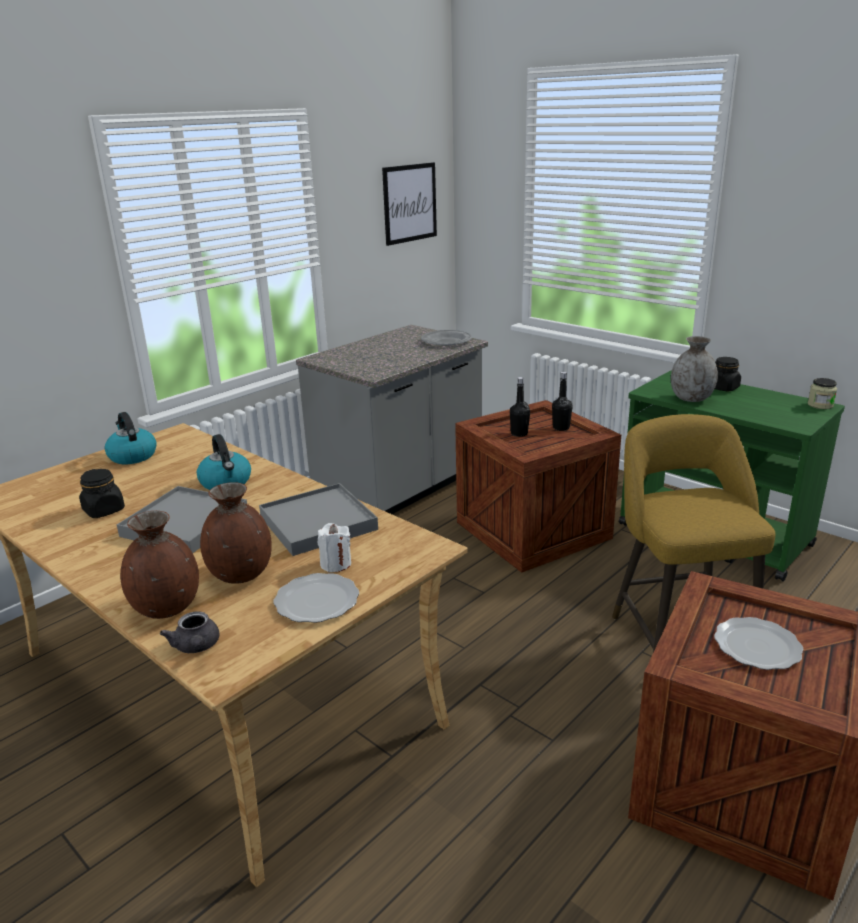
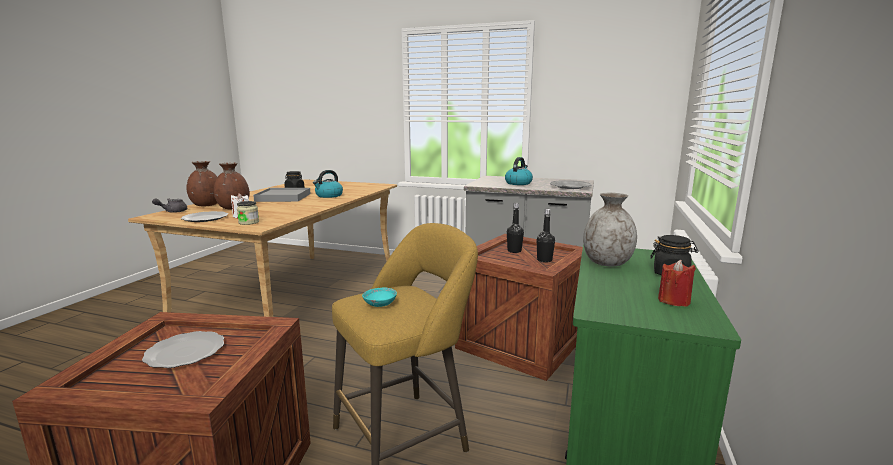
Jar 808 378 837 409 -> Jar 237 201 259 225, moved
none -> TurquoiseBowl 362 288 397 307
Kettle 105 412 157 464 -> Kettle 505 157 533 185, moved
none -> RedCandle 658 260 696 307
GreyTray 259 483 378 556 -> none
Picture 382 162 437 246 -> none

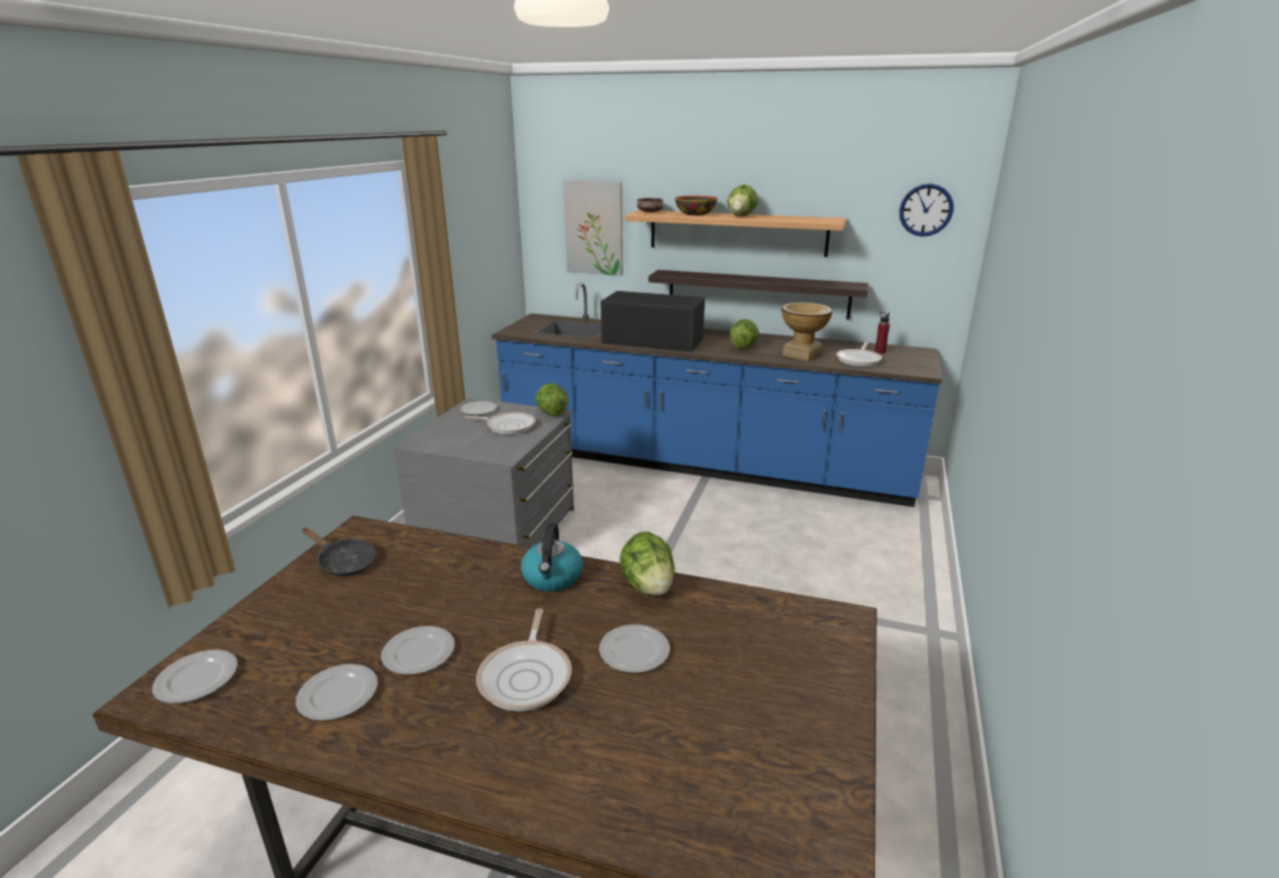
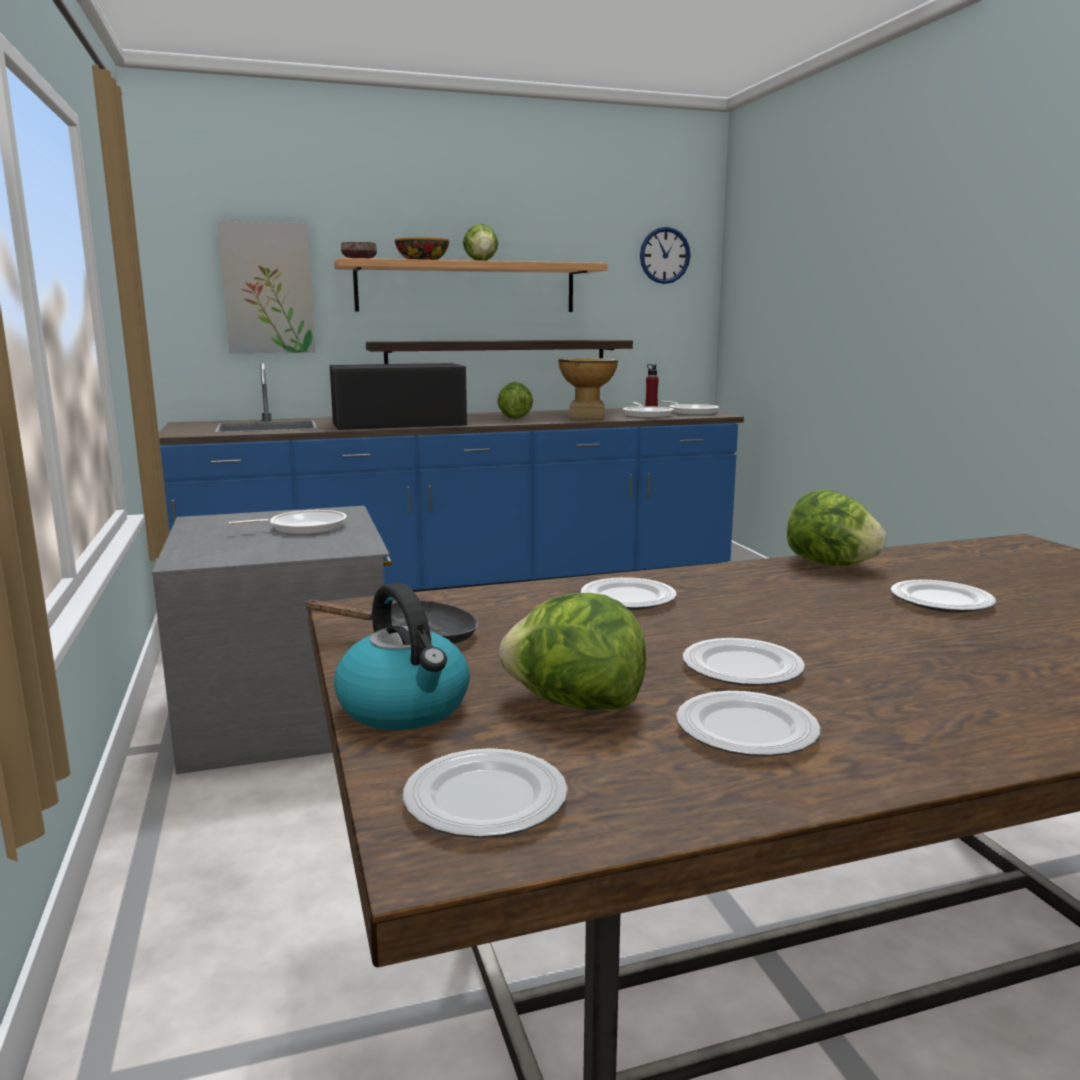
Kettle 521 523 583 592 -> Kettle 334 583 470 730, moved
Lettuce 536 383 568 416 -> Lettuce 499 593 646 710, moved
Plate 460 401 497 415 -> Plate 581 577 677 610, moved
FryingPan 476 608 572 711 -> FryingPan 660 401 719 415, moved

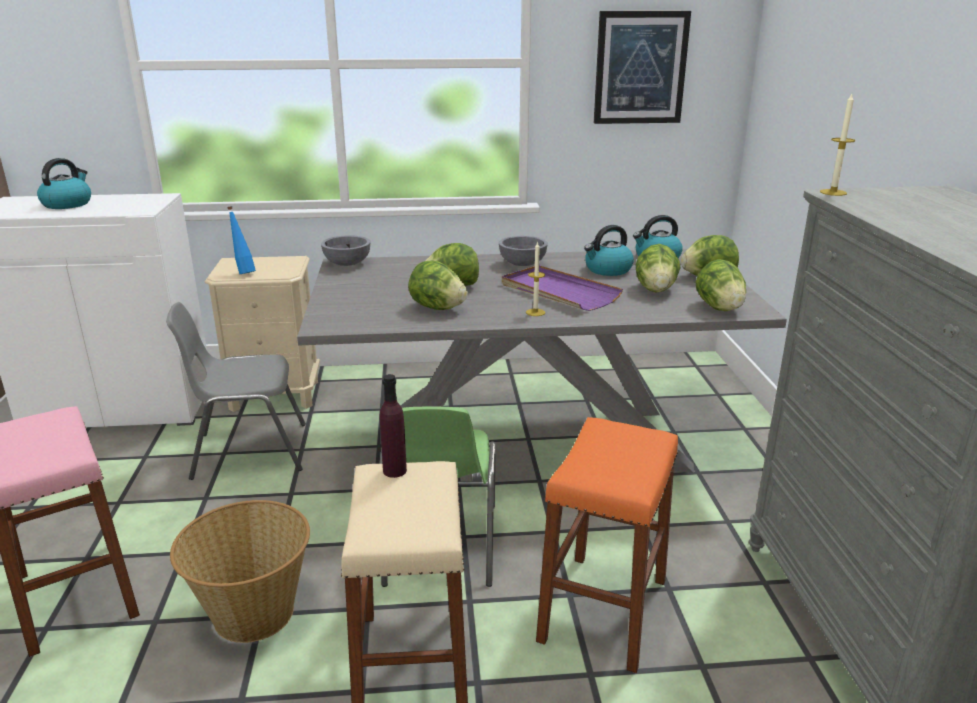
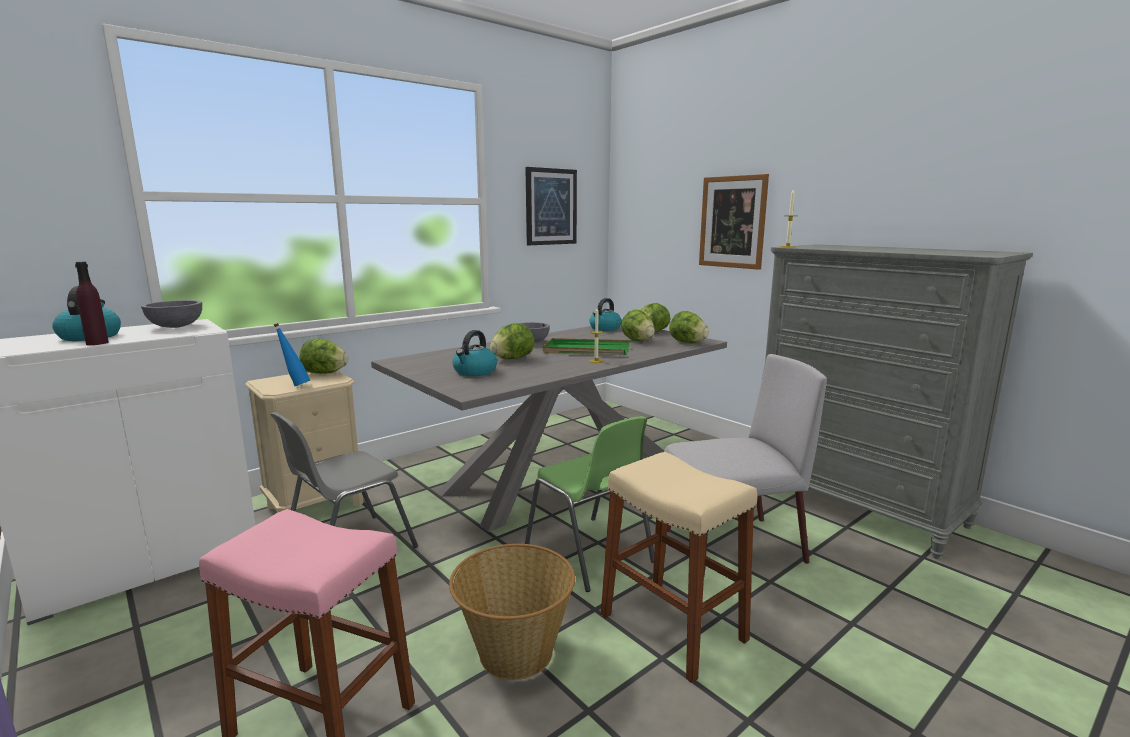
PurpleBottle 380 374 407 478 -> PurpleBottle 75 262 109 345, moved
GreyBowl 321 235 371 266 -> GreyBowl 141 300 202 328, moved
Lettuce 408 261 468 310 -> Lettuce 299 338 348 374, moved
Kettle 584 225 634 276 -> Kettle 452 330 497 376, moved
PurpleTray 502 265 623 311 -> GreenTray 542 338 631 355
OrangeStool 536 417 678 673 -> GreyChair 664 354 827 577
none -> Picture 699 174 769 270

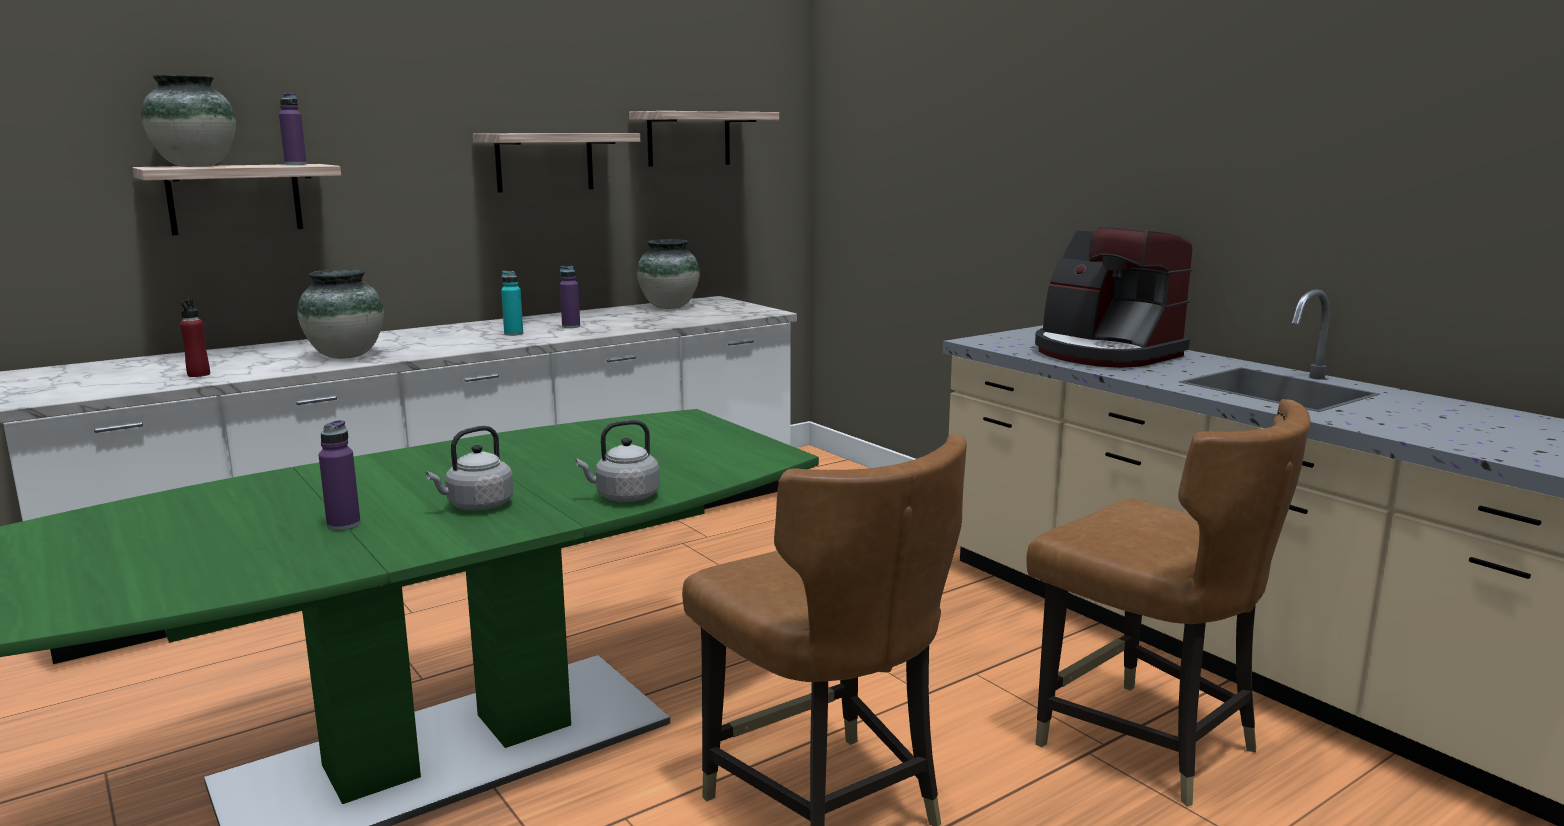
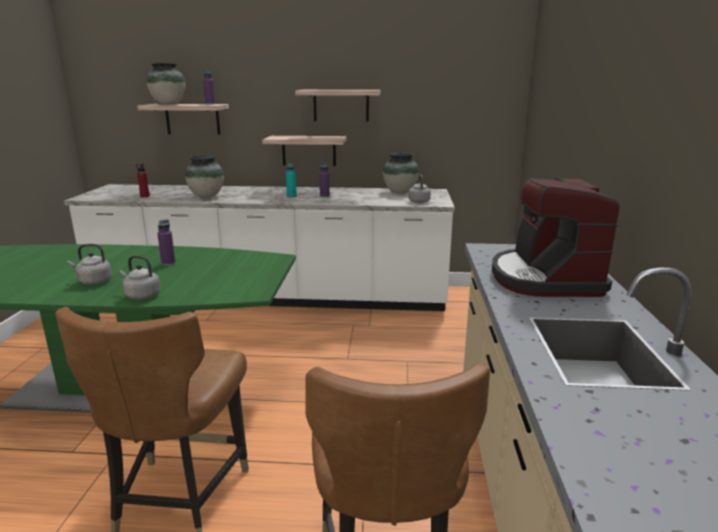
PurpleBottle 319 420 361 530 -> PurpleBottle 157 219 176 266, moved
Shelf 629 111 779 166 -> Shelf 262 136 347 166, moved
none -> GreyKettle 409 174 431 203

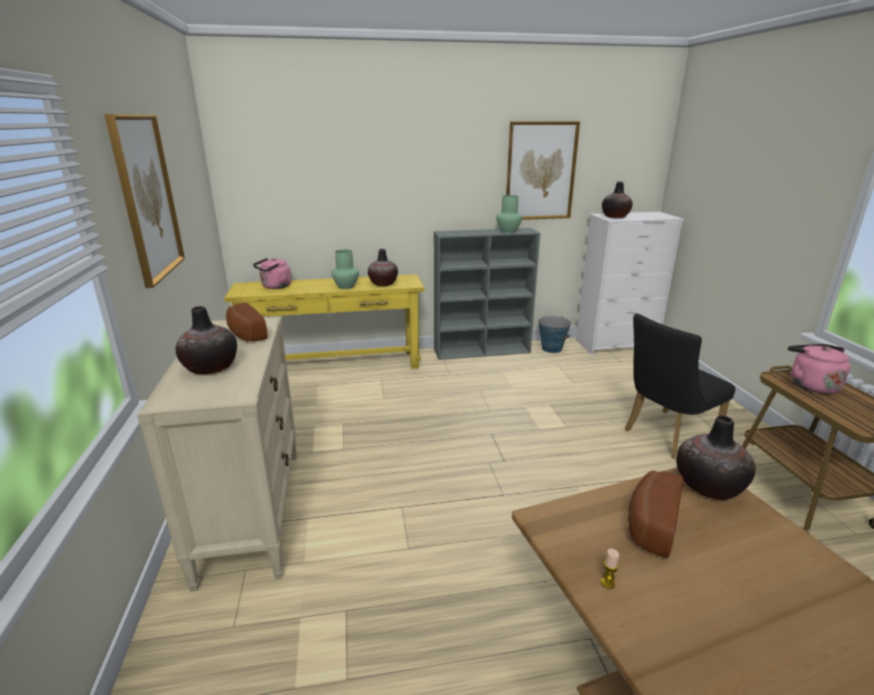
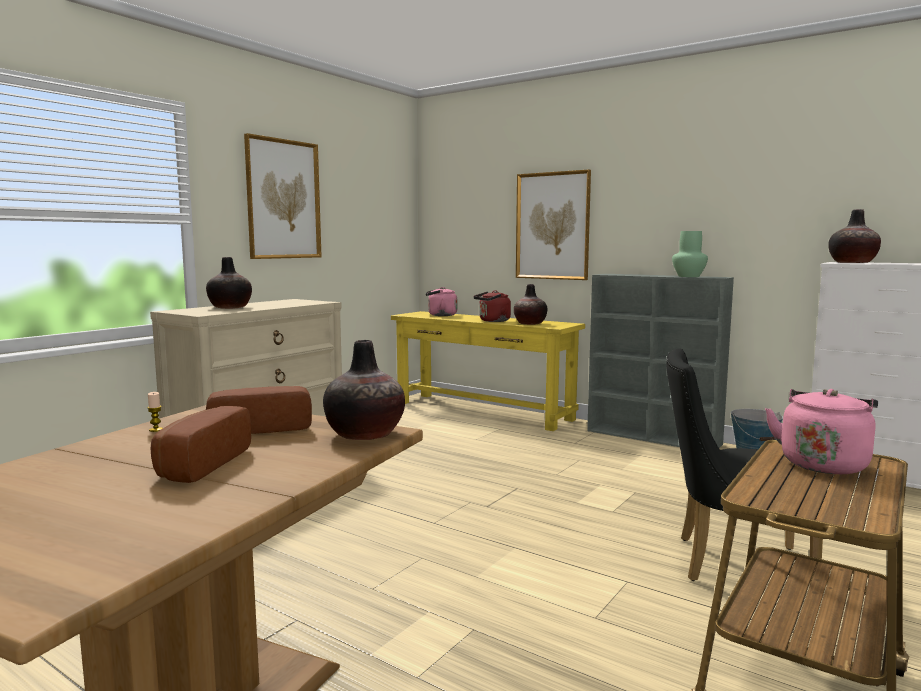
Bread 226 303 268 342 -> Bread 151 406 251 483, moved
GreenVase 331 250 359 289 -> RedKettle 473 290 511 322
Picture 506 121 580 220 -> Picture 516 169 591 280, moved

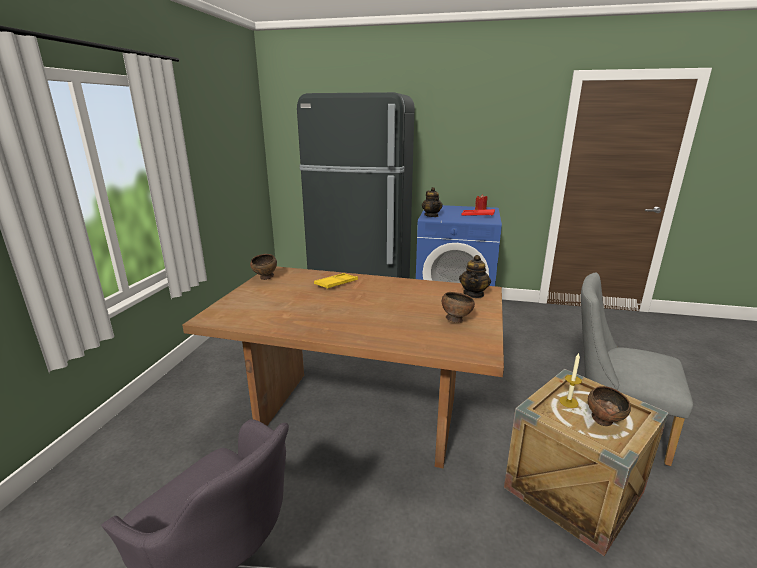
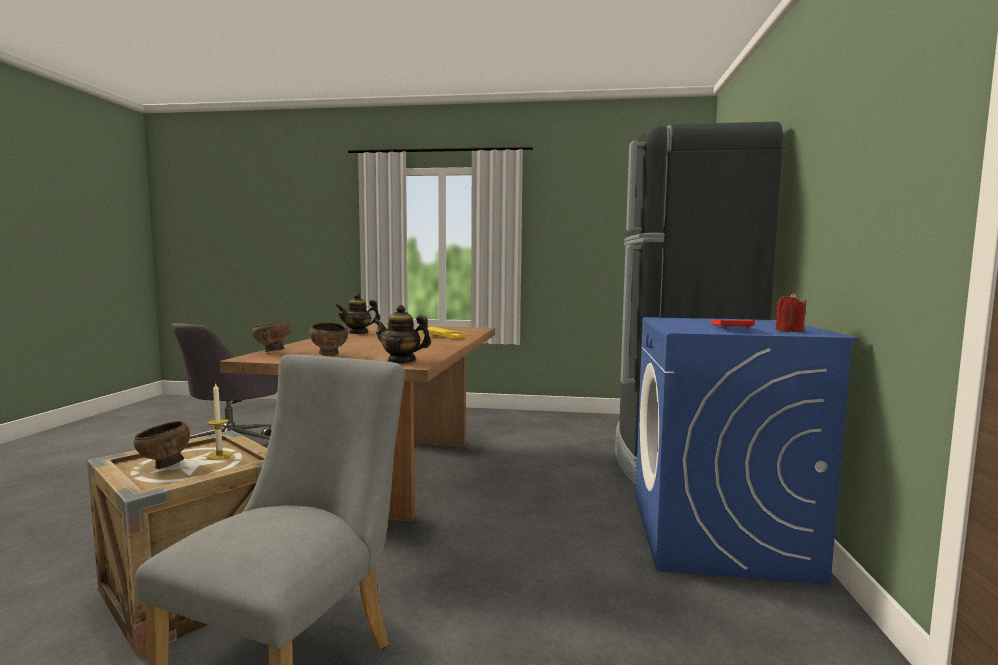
BrownBowl 250 254 277 280 -> BrownBowl 252 321 291 352, moved
Teapot 422 187 443 217 -> Teapot 336 293 380 334, moved

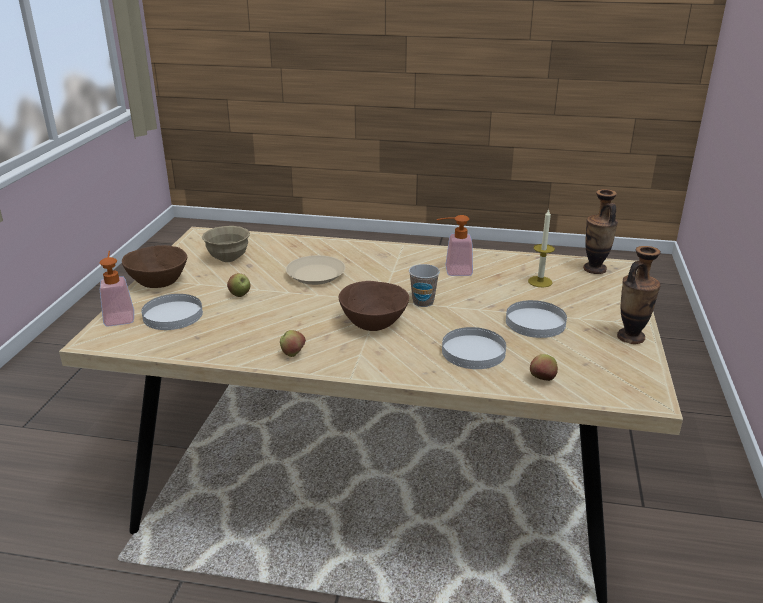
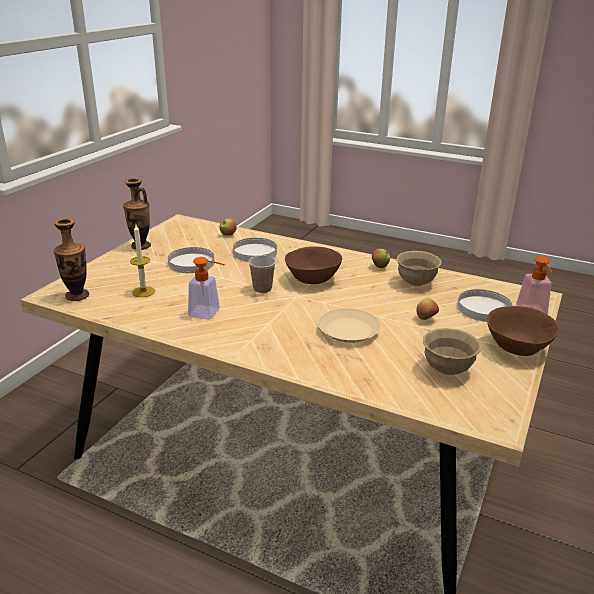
none -> BeigeBowl 396 251 442 286

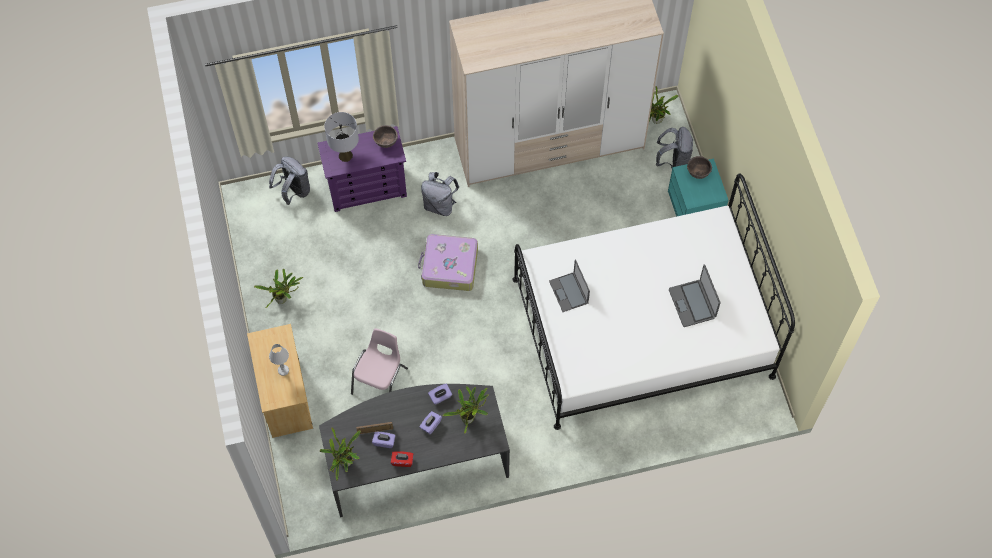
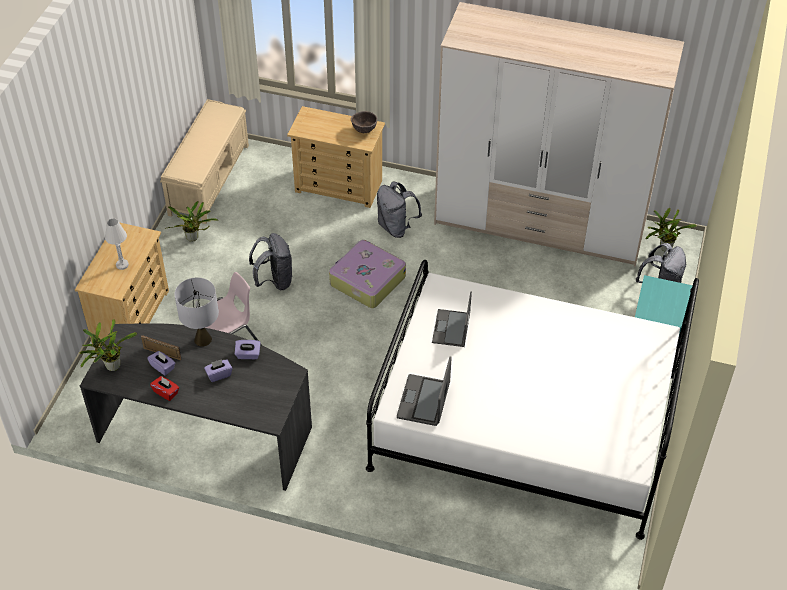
none -> BeigeBench 160 99 249 224
GreyTableLamp 324 112 359 162 -> GreyTableLamp 175 277 219 347, moved
GreyBackpack 269 156 310 205 -> GreyBackpack 249 233 293 290, moved
PurpleDresser 318 126 407 212 -> BeigeDresser 287 106 385 208
Laptop 669 265 720 327 -> Laptop 397 356 452 426, moved
PottedPlant 443 386 489 433 -> none
BrownBowl 687 156 712 179 -> none

